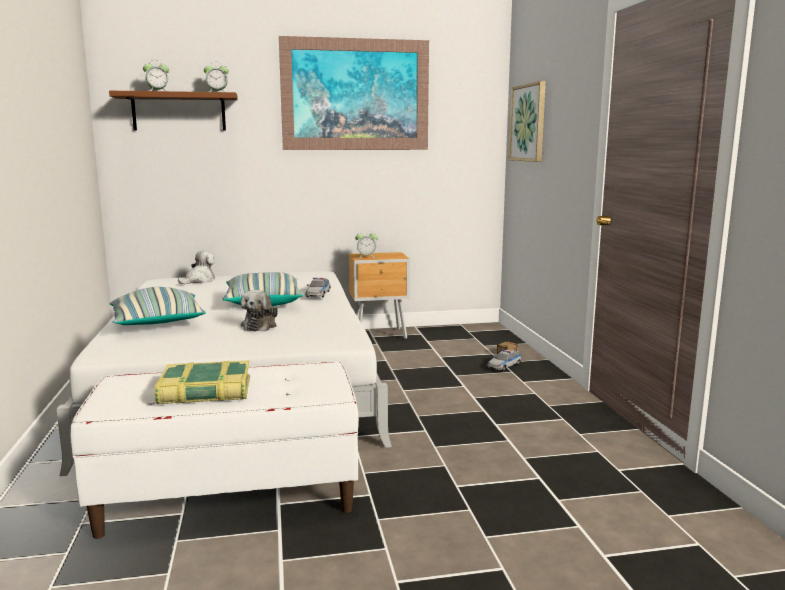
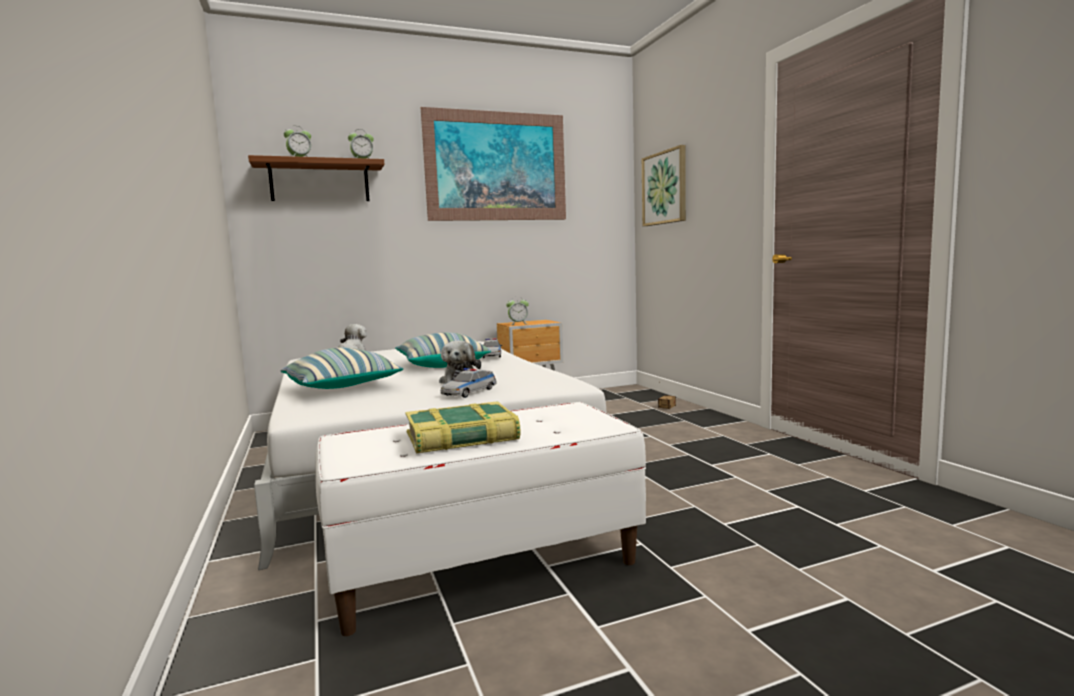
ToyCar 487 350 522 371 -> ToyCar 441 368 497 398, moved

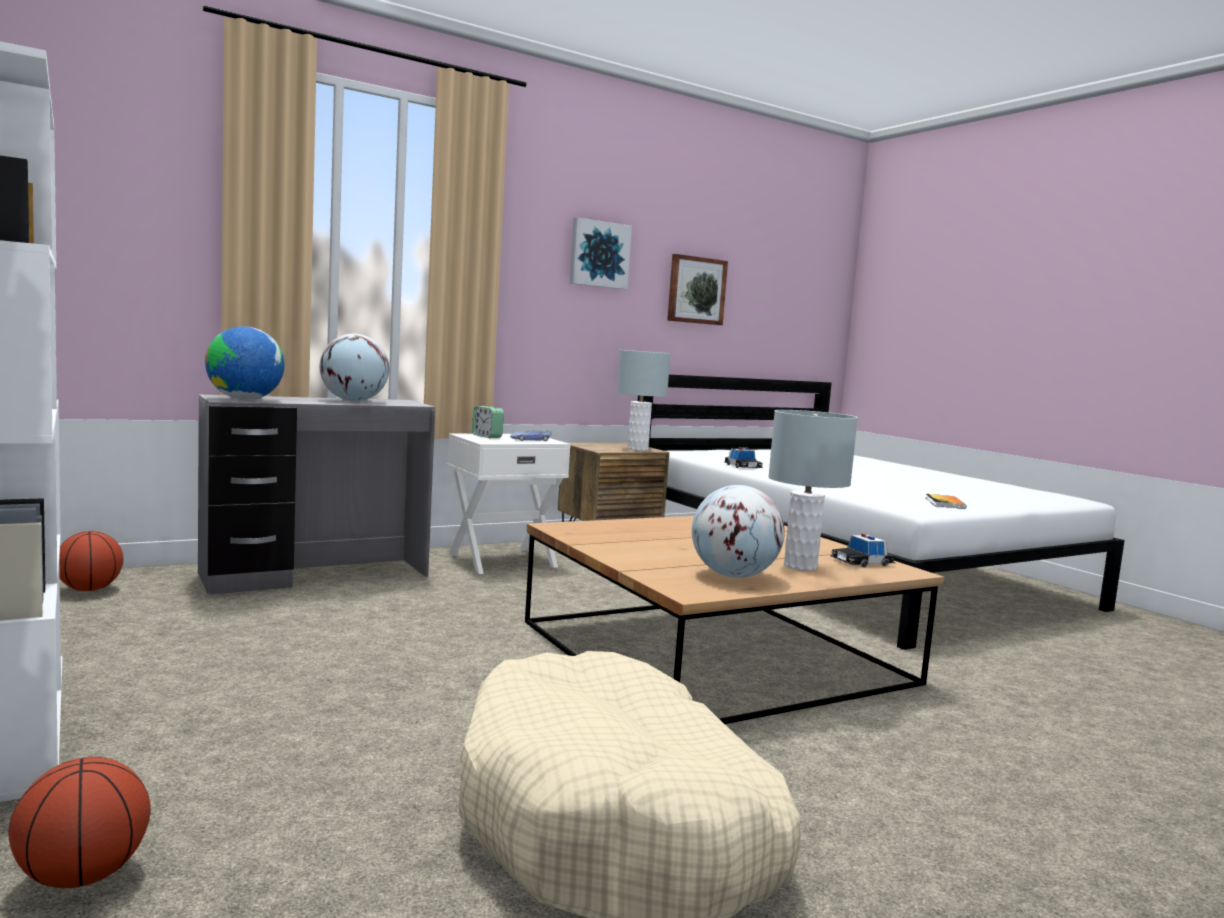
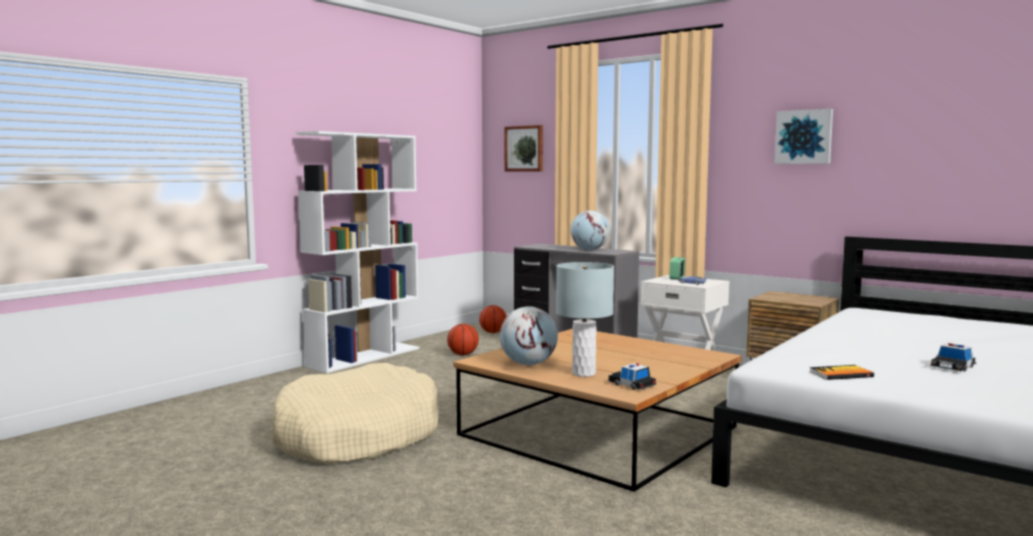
Basketball 8 757 151 888 -> Basketball 447 324 479 355, moved
Picture 667 254 728 325 -> Picture 505 125 543 171, moved
ToyCar 724 448 763 468 -> ToyCar 930 343 977 372, moved
Globe 205 326 285 400 -> none
GreyTableLamp 617 350 671 451 -> none

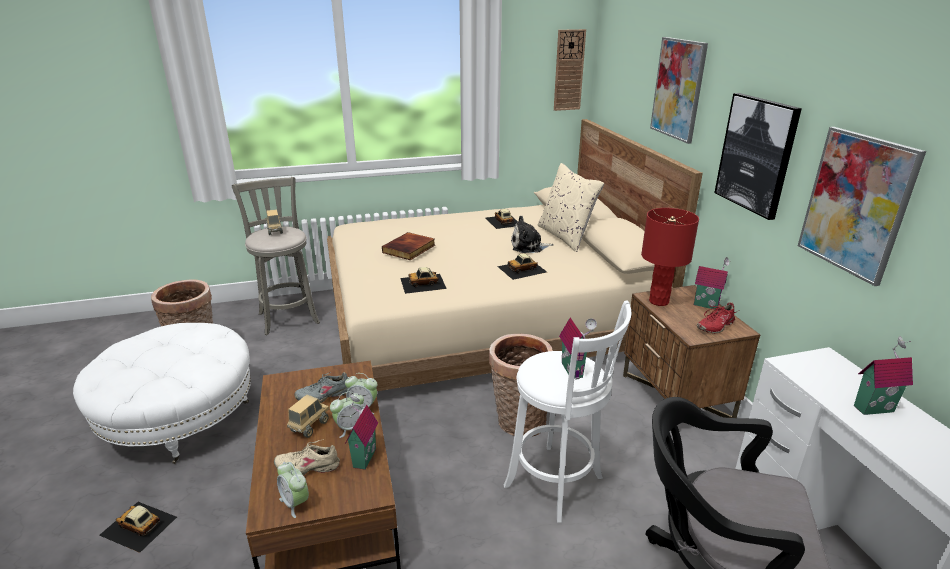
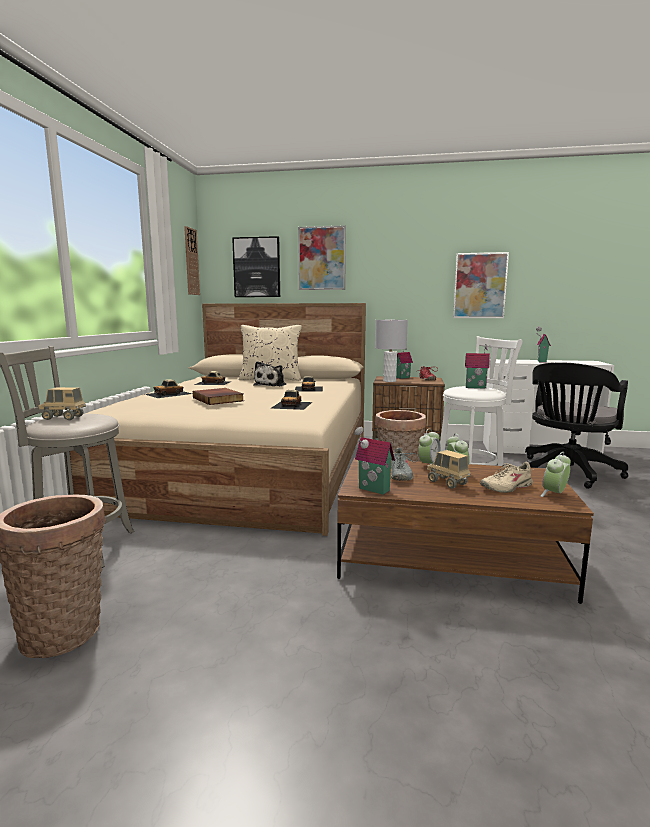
ToyCar 99 502 177 553 -> ToyCar 145 379 192 398, moved
Picture 714 93 802 220 -> Picture 232 236 280 297, moved
ToyHouse 345 393 378 470 -> ToyHouse 354 427 395 495, moved
RedTableLamp 641 208 699 306 -> GreyTableLamp 375 320 408 382
BeigeShoe 274 440 340 475 -> BeigeShoe 480 462 534 493, 45 degrees clockwise
AlarmClock 277 462 309 518 -> AlarmClock 541 452 571 497, 150 degrees clockwise
WhiteOttoman 73 323 251 464 -> none

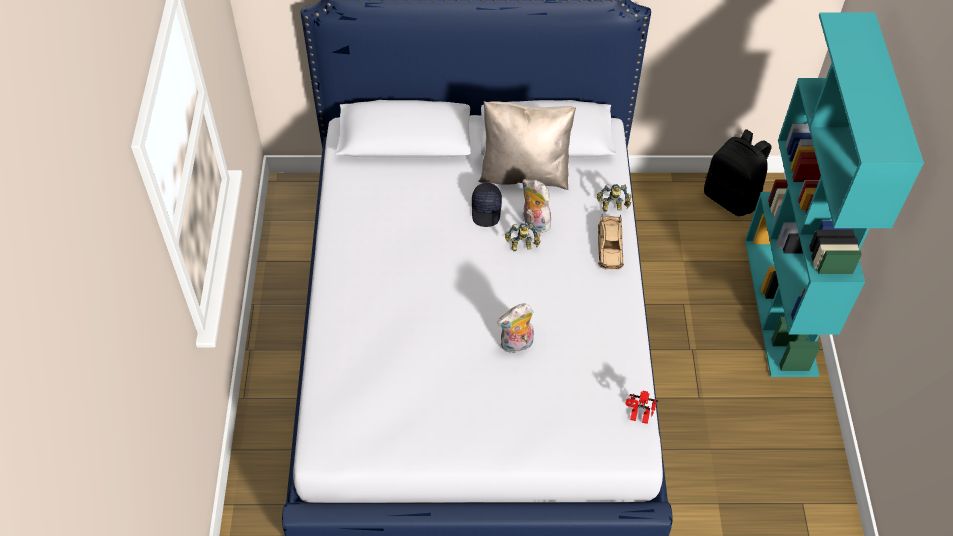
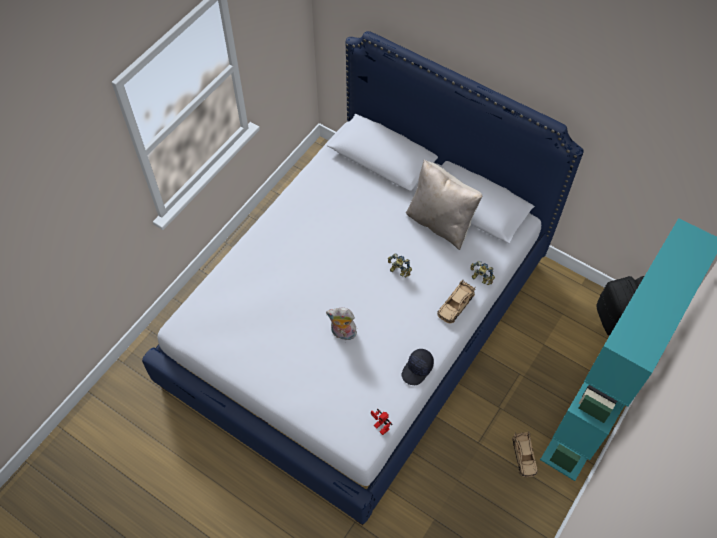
BlackCap 472 183 502 227 -> BlackCap 402 349 434 385, moved
none -> BeigeToyCar 512 431 538 477
PlushToy 522 179 551 233 -> none

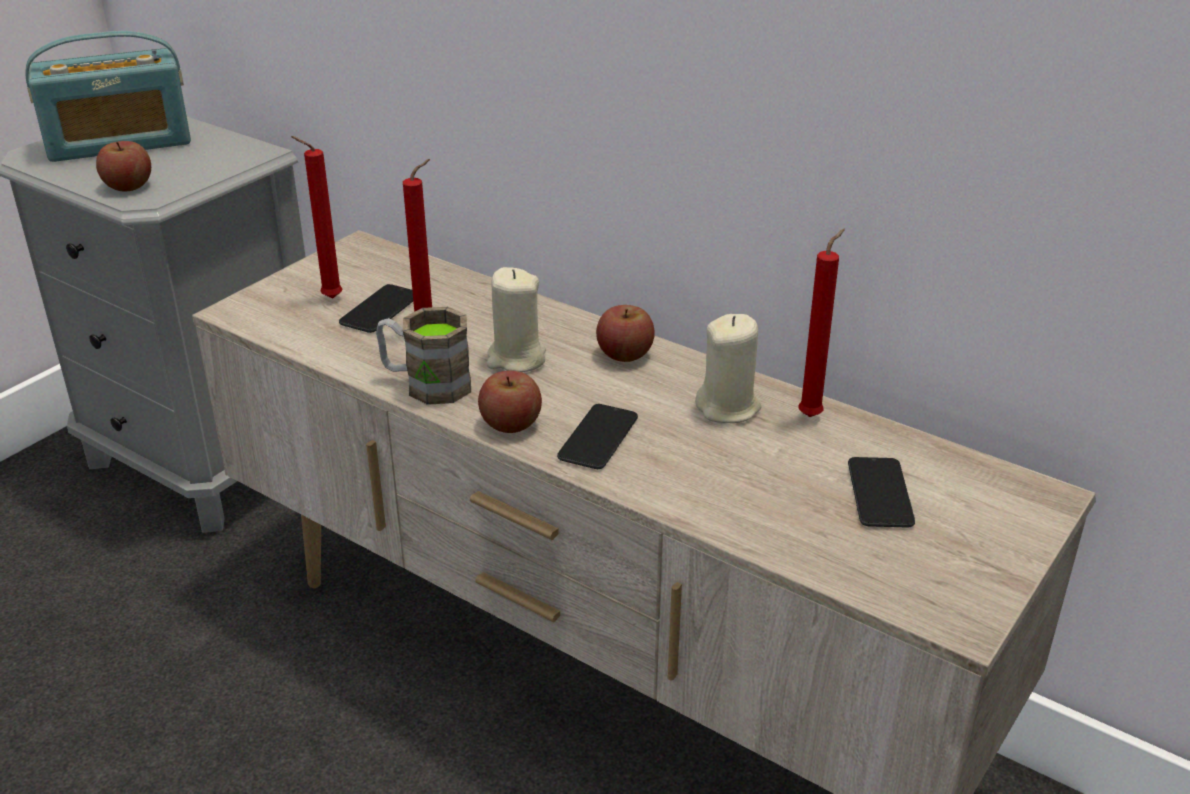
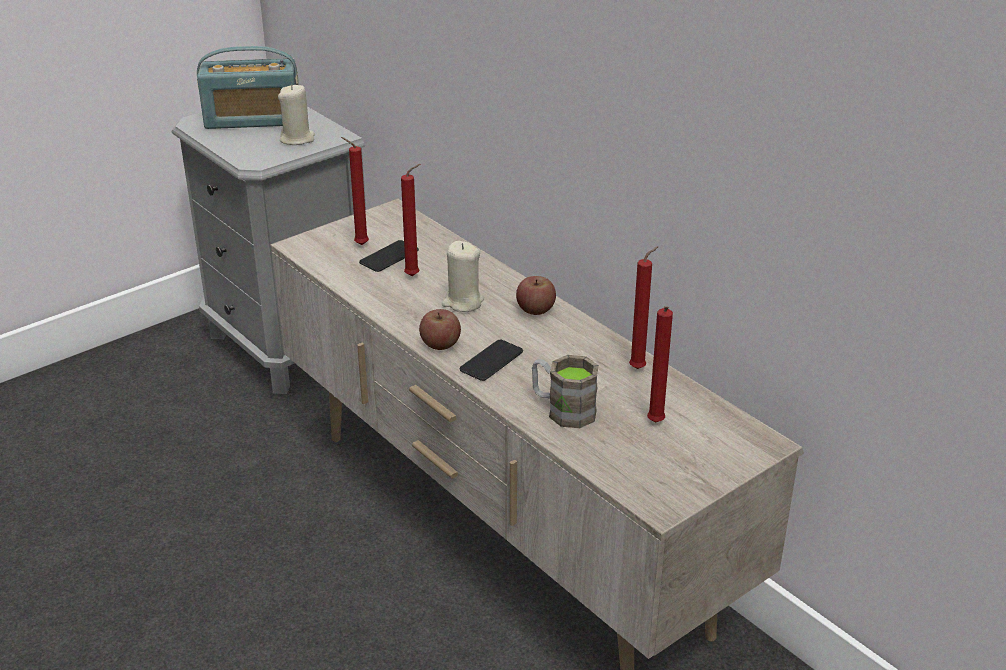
BeigeCandle 695 314 761 423 -> BeigeCandle 278 84 315 145, moved
BrownMug 376 307 471 405 -> BrownMug 532 355 599 428, moved
Phone 848 457 915 527 -> RedCandle 647 306 673 422
Apple 96 141 151 191 -> none

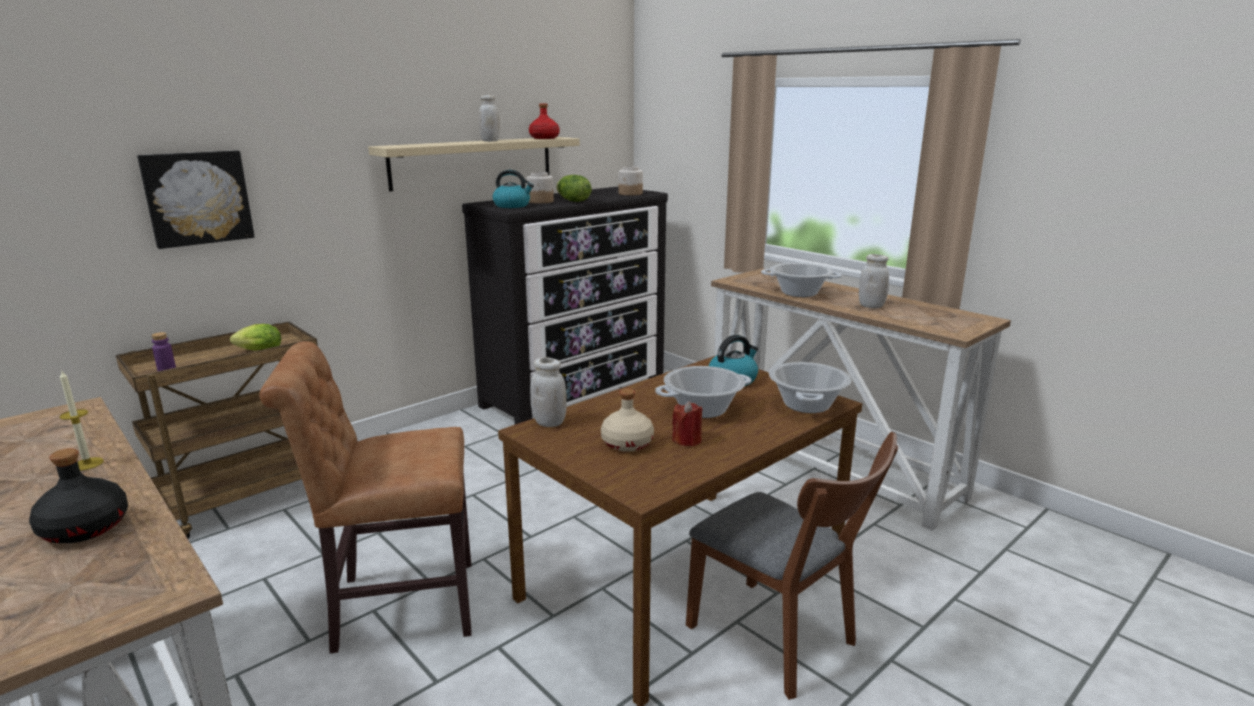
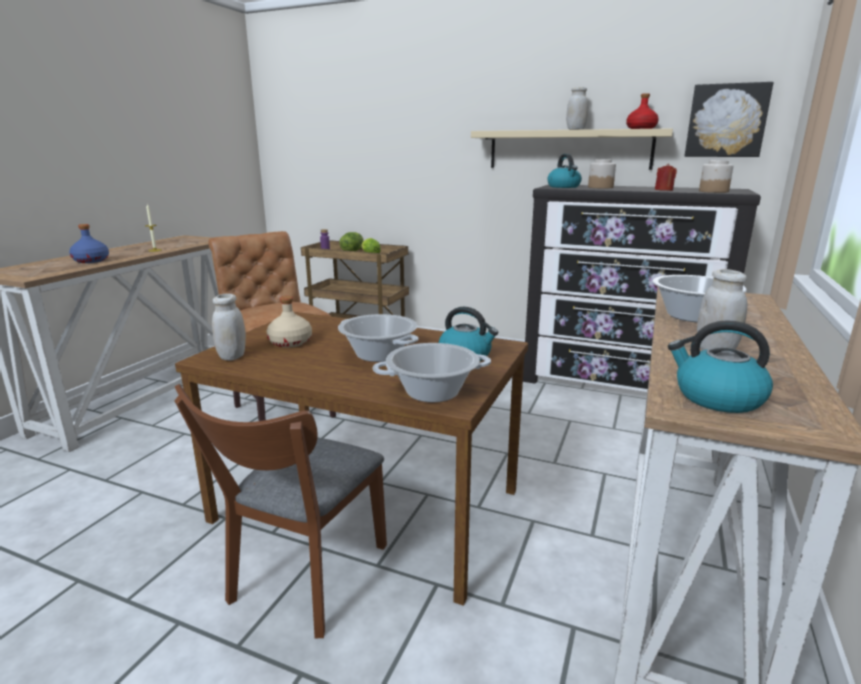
BlackBottle 29 448 128 543 -> BlueBottle 69 224 109 263
WhiteJar 530 357 567 427 -> WhiteJar 212 293 246 361, moved
Lettuce 556 175 592 202 -> Lettuce 340 232 364 251, moved
RedCandle 672 401 702 447 -> RedCandle 655 163 677 191, moved
none -> Kettle 668 320 773 413
Picture 137 150 255 249 -> Picture 685 82 774 157, moved

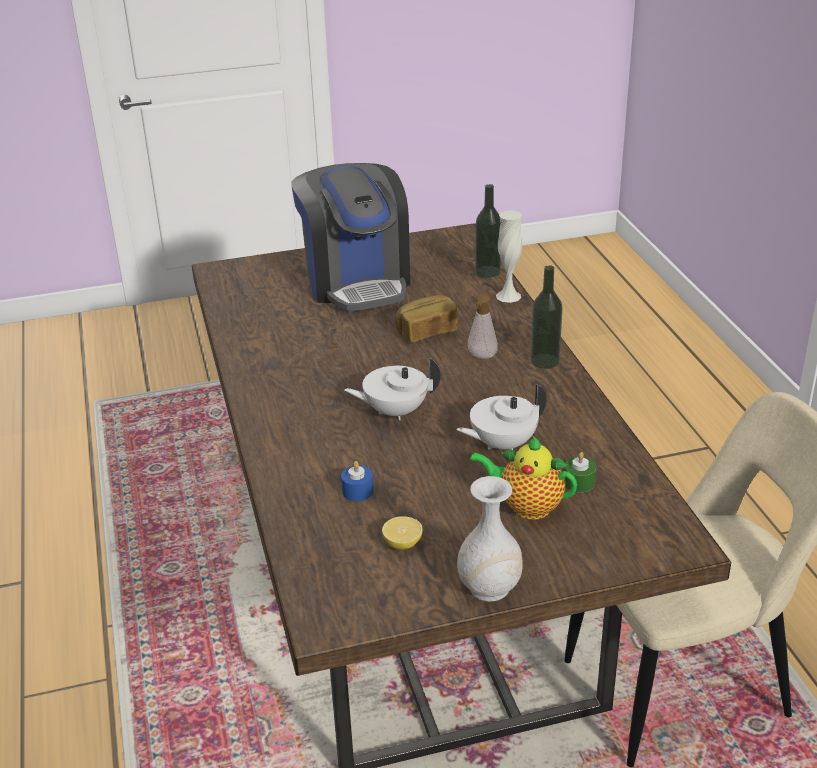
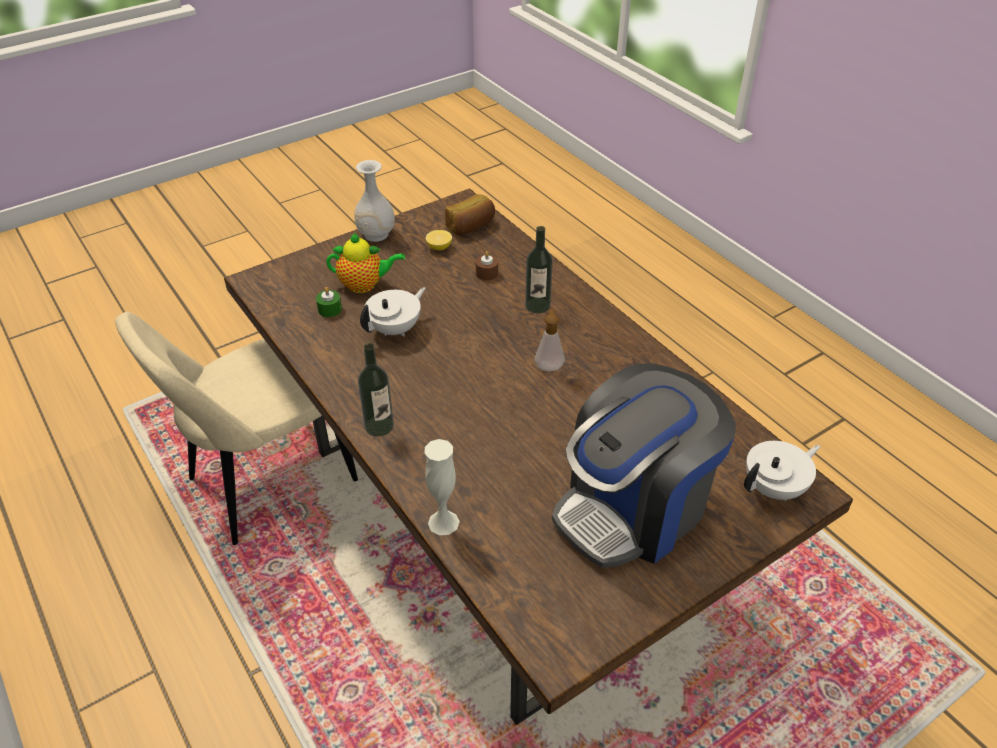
Bread 395 295 458 343 -> Bread 445 194 495 235, moved
BlueCandle 341 461 373 501 -> BrownCandle 476 251 498 281
Bottle 475 184 501 278 -> Bottle 525 226 553 313, moved
SoapDispenser 468 293 498 359 -> SoapDispenser 535 309 565 371, moved
CoffeeMachine 292 163 410 312 -> CoffeeMachine 552 363 736 568, 90 degrees counterclockwise
WhiteTeapot 344 358 441 420 -> WhiteTeapot 744 441 821 501, moved

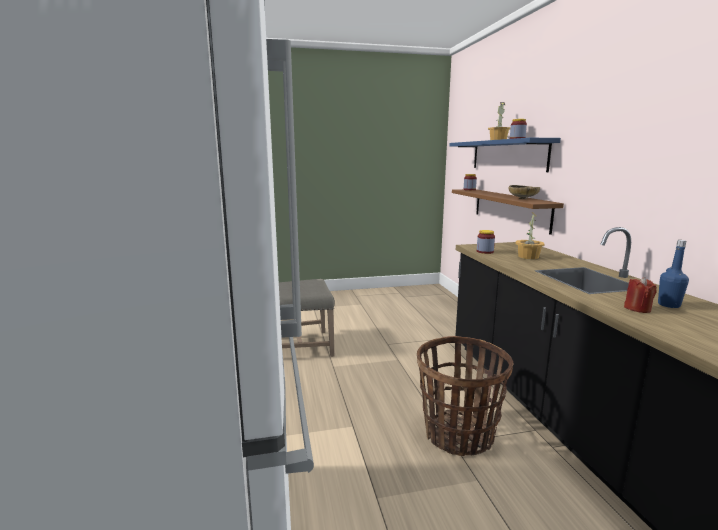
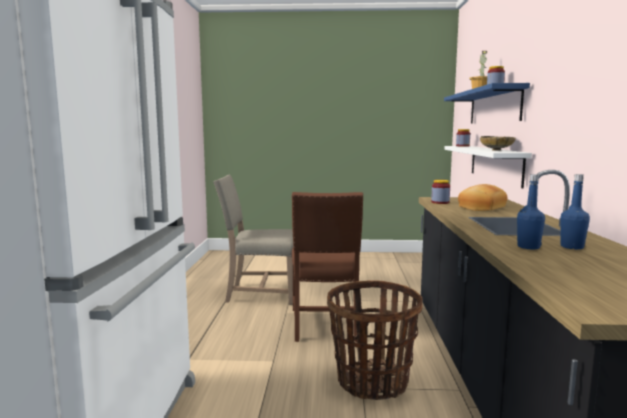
none -> BrownChair 292 192 363 342
BrownShelf 452 189 564 235 -> WhiteShelf 444 146 532 189
PottedPlant 516 212 545 259 -> Bread 458 184 508 211
RedCandle 624 277 657 313 -> BlueBottle 517 174 545 249

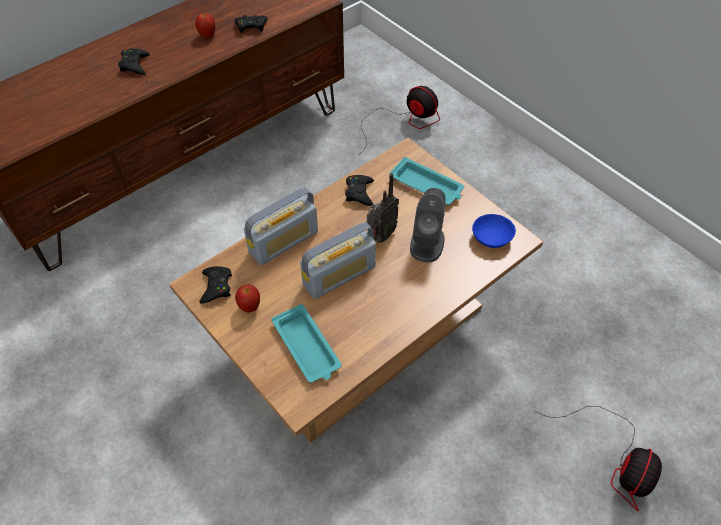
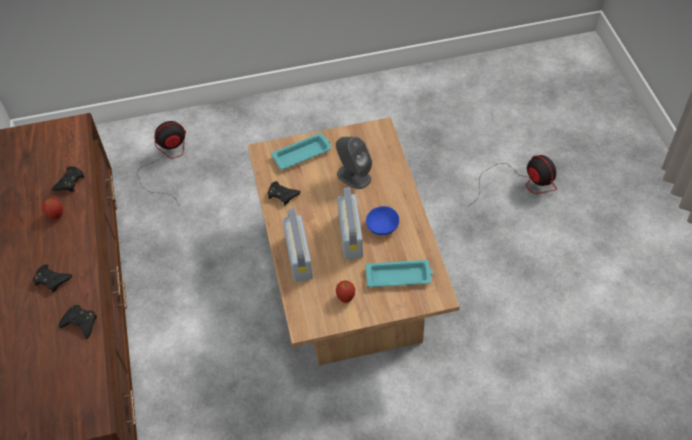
BlackGameController 199 266 232 304 -> BlackGameController 59 305 97 339, moved
BlueBowl 472 214 516 248 -> BlueBowl 366 206 399 235, moved
Radio 367 173 399 243 -> none

